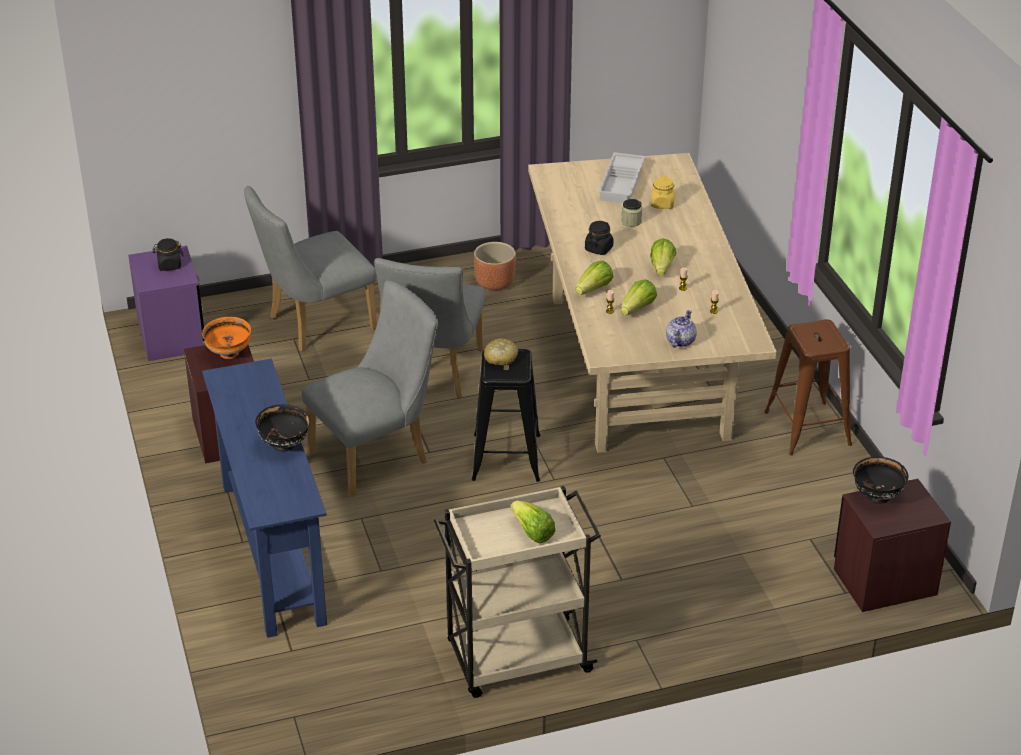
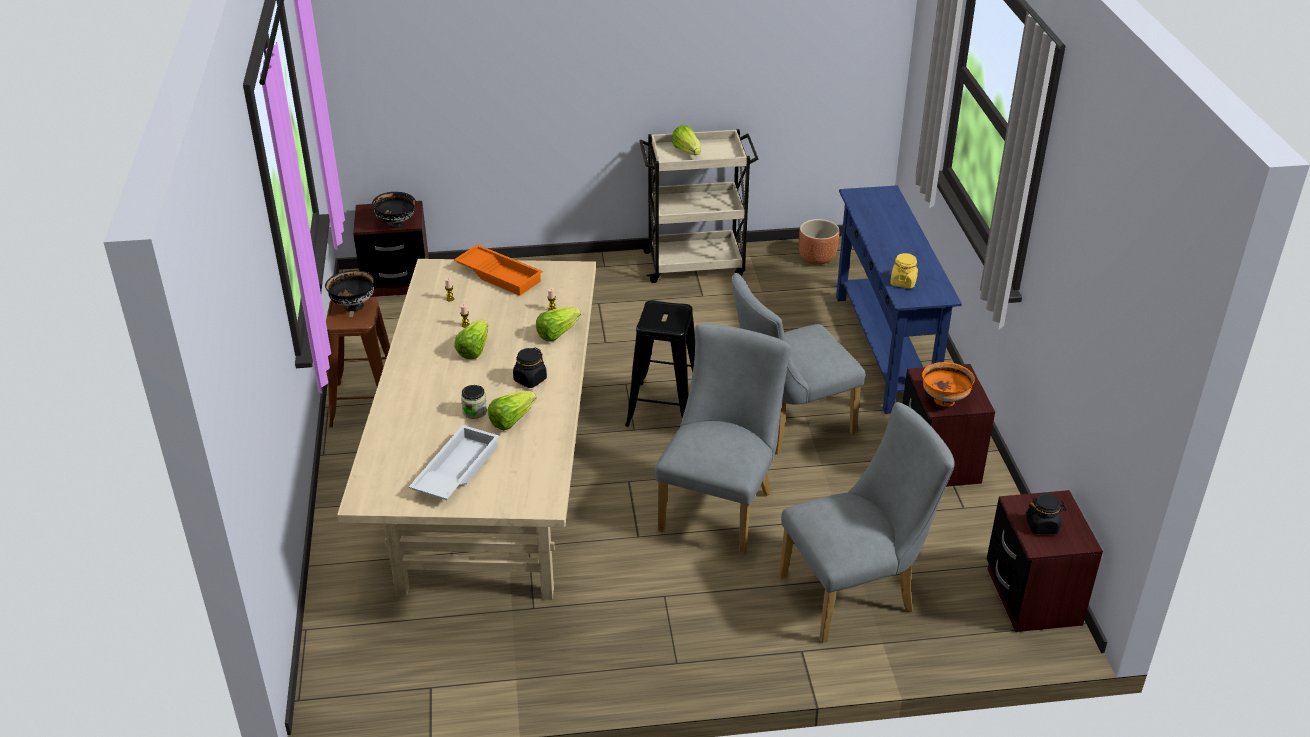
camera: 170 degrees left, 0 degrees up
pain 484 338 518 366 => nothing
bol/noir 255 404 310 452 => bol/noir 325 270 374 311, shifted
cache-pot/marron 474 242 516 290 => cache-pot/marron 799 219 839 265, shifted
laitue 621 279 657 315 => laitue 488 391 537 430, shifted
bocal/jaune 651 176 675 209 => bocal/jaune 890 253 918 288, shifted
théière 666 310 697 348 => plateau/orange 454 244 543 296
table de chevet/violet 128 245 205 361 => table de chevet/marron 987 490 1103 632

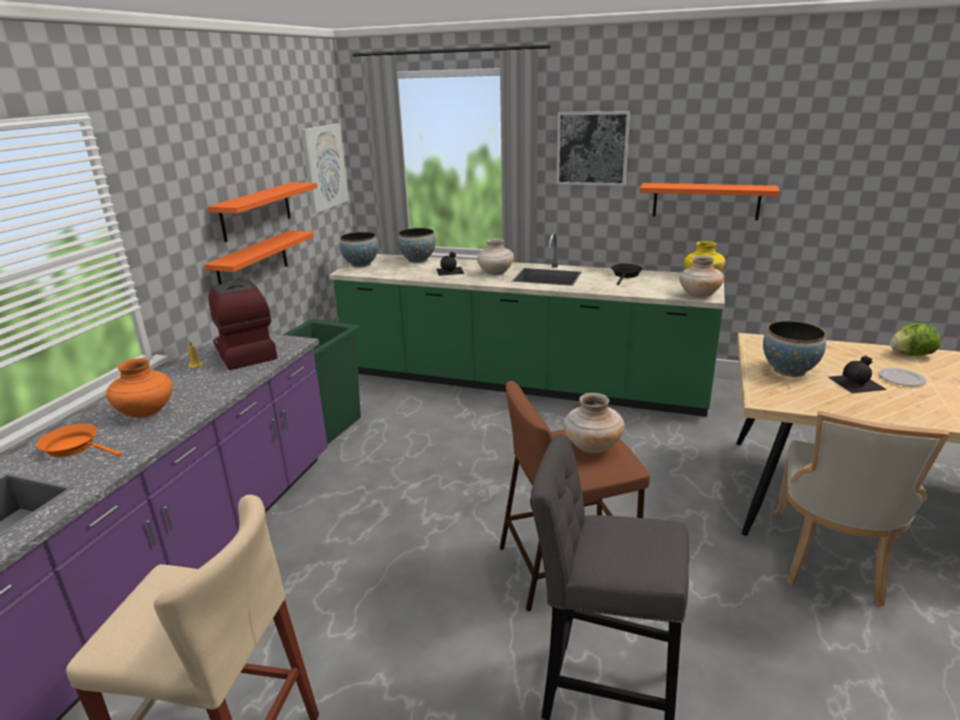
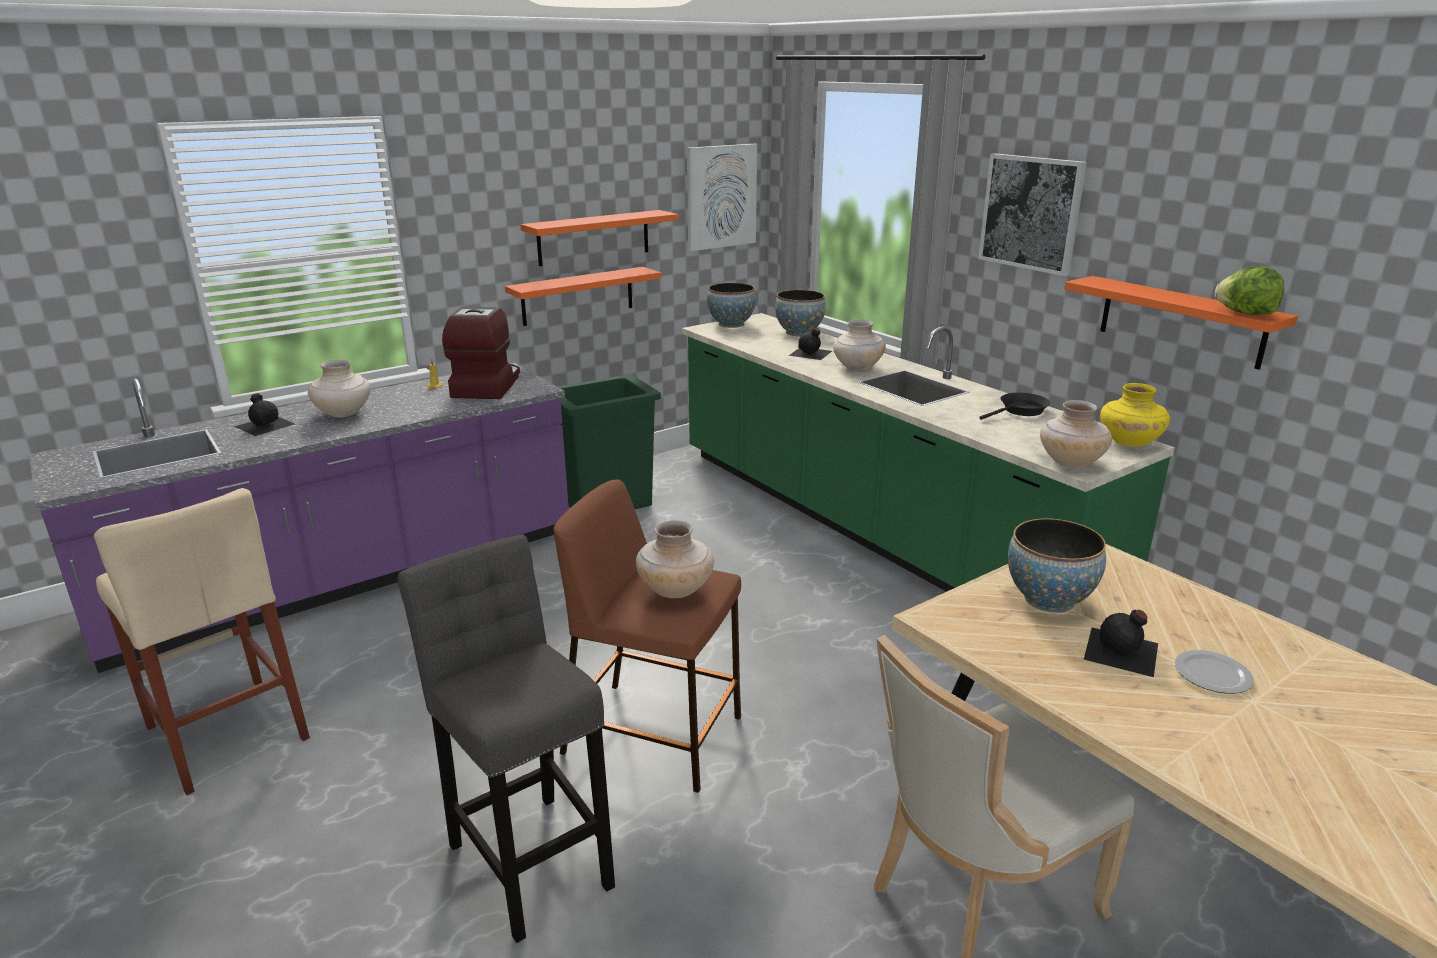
camera: 35 degrees right, 0 degrees up
laitue 890 323 941 356 => laitue 1215 266 1284 315, shifted
poêle/orange 37 424 122 457 => bouteille/noir 234 393 295 436
vase/orange 106 358 173 418 => vase/beige 308 359 370 418

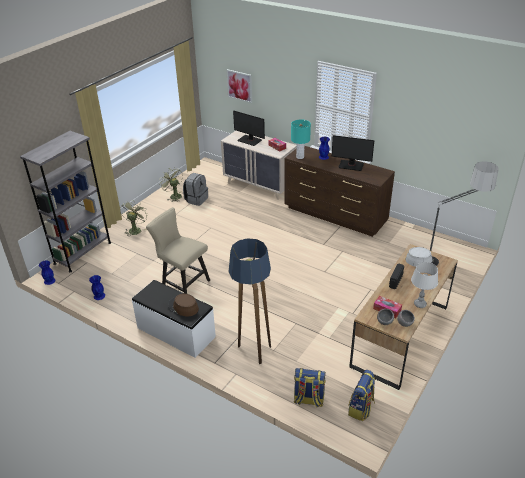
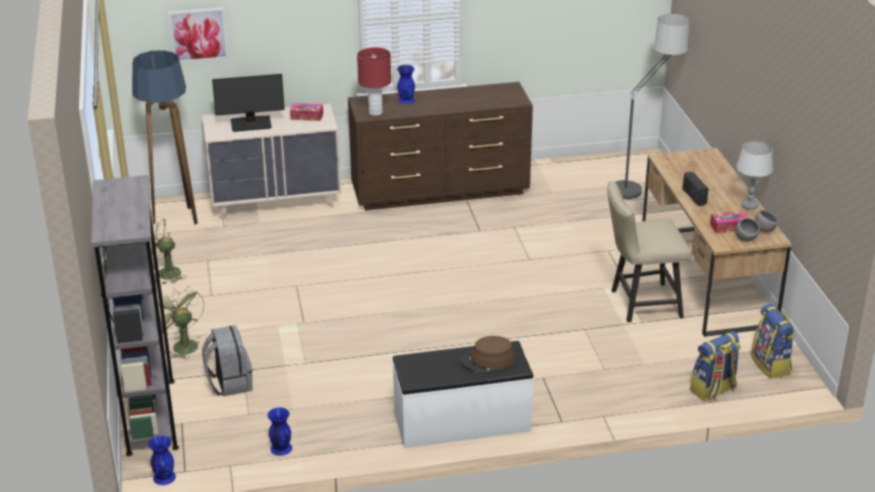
camera: 45 degrees left, 5 degrees down
écran d'ordinateur 332 135 374 171 => nothing
chapeau/gris 405 247 439 267 => nothing
chaise/beige 146 207 210 294 => chaise/beige 607 181 692 322, shifted
sac à dos/gris 183 173 208 206 => sac à dos/gris 202 325 252 396, shifted
lampadaire 228 238 271 364 => lampadaire 132 50 198 225, shifted
lampe de table/turquoise 291 119 311 159 => lampe de table/rouge 357 47 391 116

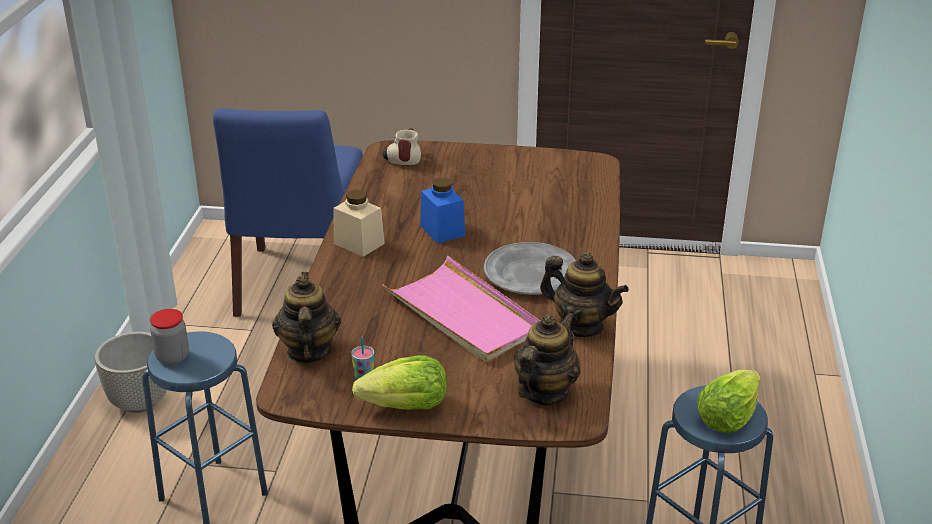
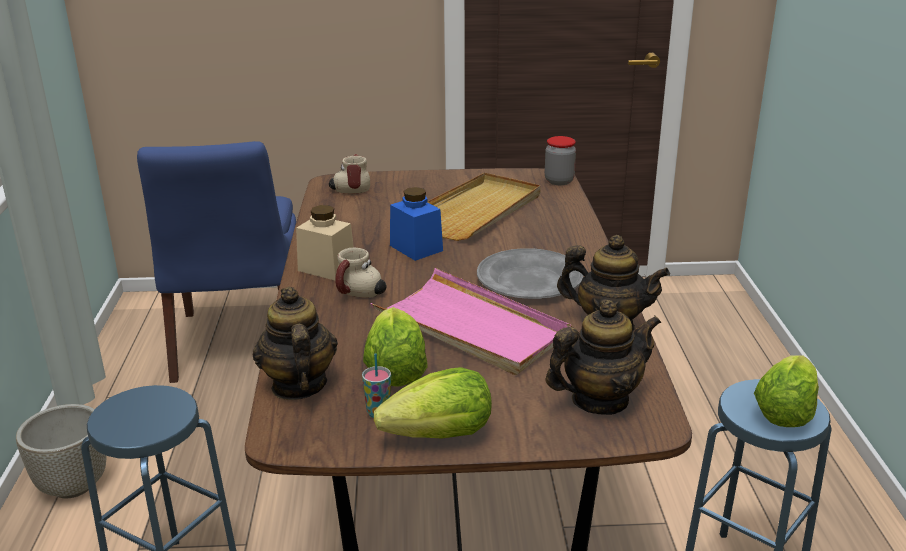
camera: 10 degrees left, 5 degrees down
nothing => mug 336 248 387 298
nothing => laitue 363 307 428 387
nothing => plateau/beige 427 173 541 241
bocal 150 309 189 365 => bocal 545 136 576 185, shifted
théière 514 313 580 406 => théière 546 300 661 415, 45 degrees clockwise

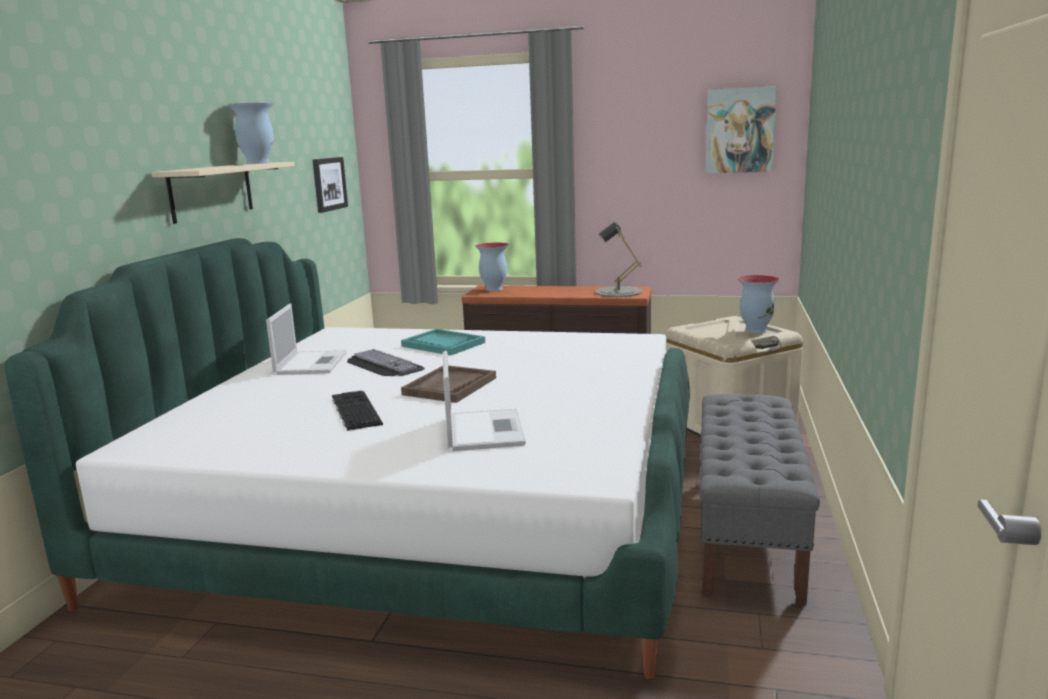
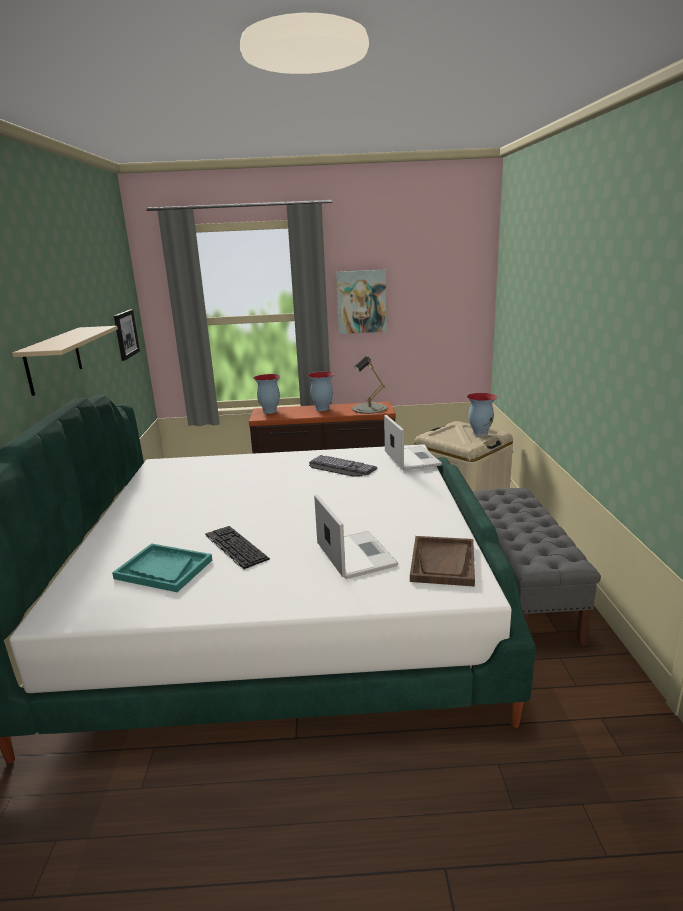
camera: 15 degrees left, 5 degrees up
vase 227 103 274 164 => vase 307 372 334 411, shifted
ordinateur portable 266 303 347 375 => ordinateur portable 384 415 442 471, shifted
clavier 347 349 425 376 => clavier 309 455 378 477, shifted
plateau/turquoise 401 329 485 356 => plateau/turquoise 112 543 212 592, shifted
plateau/marron 401 365 496 403 => plateau/marron 410 536 475 587, shifted
tableau 706 86 777 173 => tableau 336 270 387 334, shifted

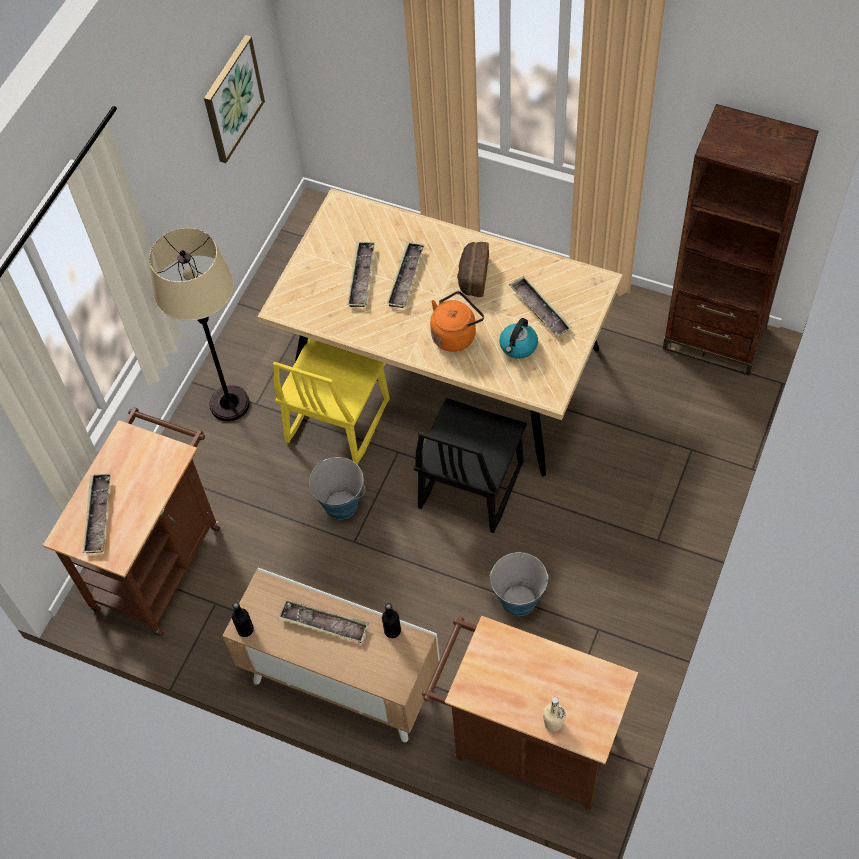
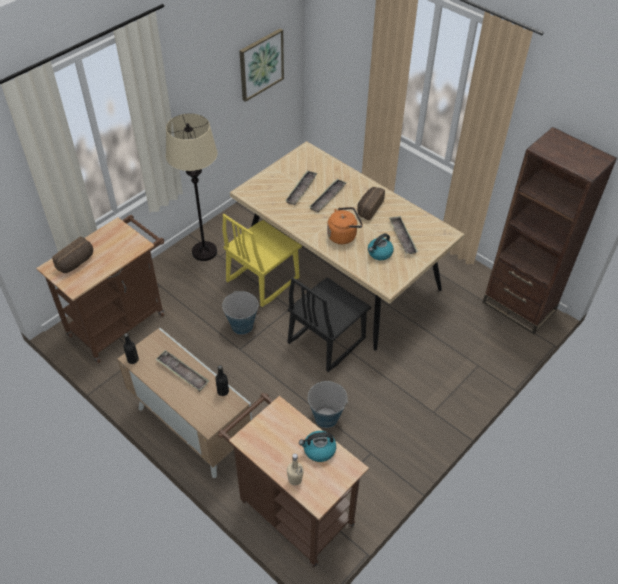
camera: 15 degrees right, 10 degrees down
nothing => bouilloire 299 431 336 462
plateau 83 473 111 553 => pain 52 237 93 273

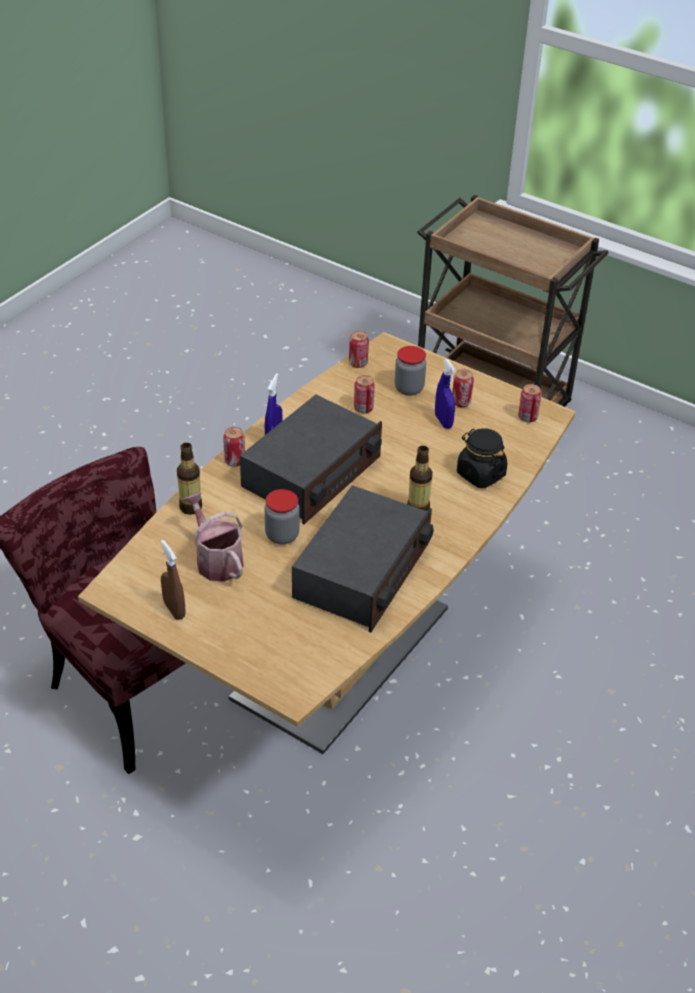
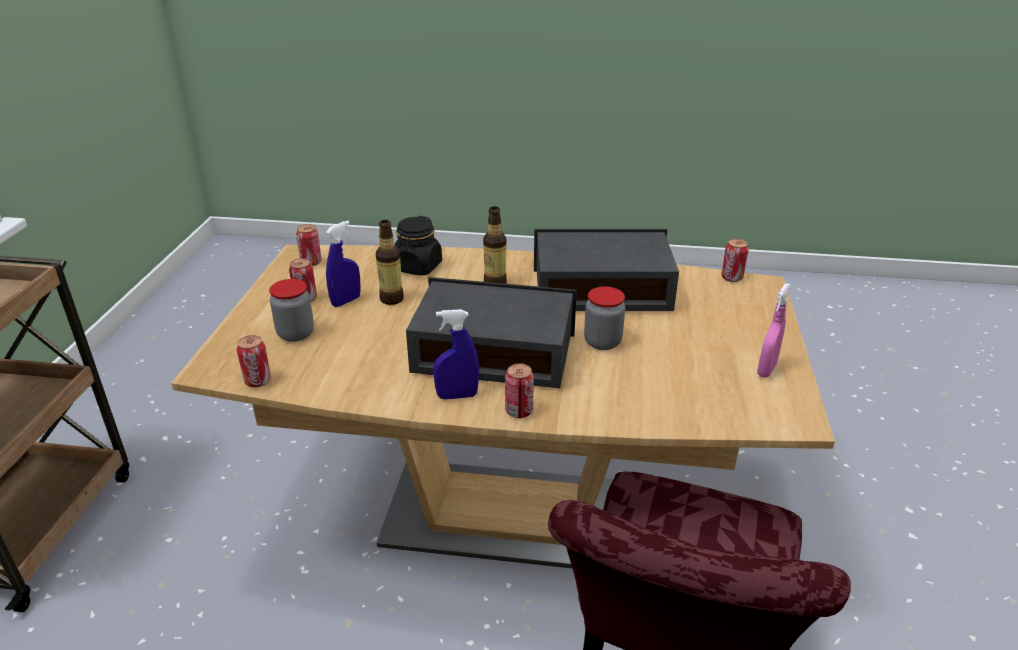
camera: 115 degrees left, 10 degrees down
arrosoir 183 492 244 582 => nothing
bouteille 177 443 202 515 => bouteille 376 220 404 305, shifted
boîte métallique 354 375 375 414 => boîte métallique 721 239 749 282, shifted
vaporisateur/marron 161 540 186 620 => vaporisateur/rose 757 283 790 378

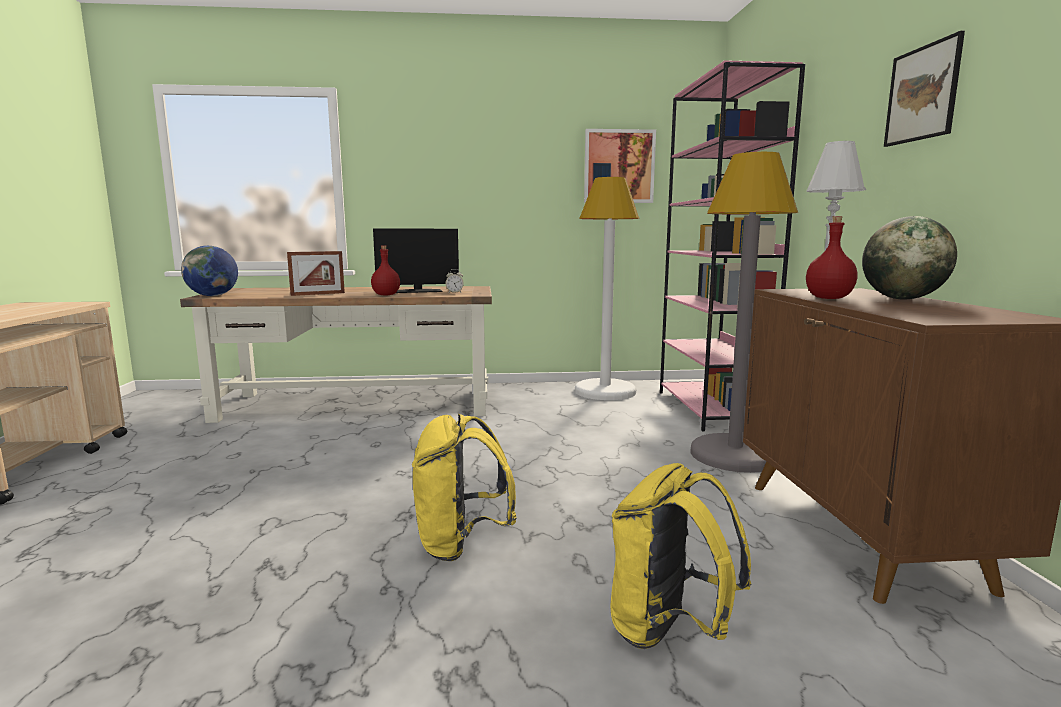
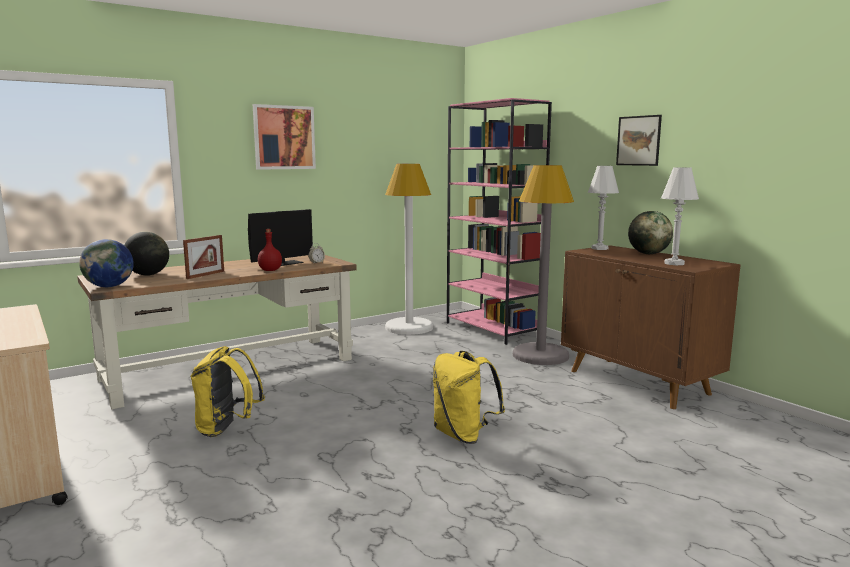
camera: 30 degrees left, 0 degrees up
bouteille/rouge 806 216 858 299 => nothing
nothing => globe 124 232 169 276
nothing => lampe de table/blanc 661 167 699 265
tableau 584 129 656 203 => tableau 253 104 316 170, shifted
sac à dos/jaune 611 463 751 649 => sac à dos/jaune 191 346 265 437, shifted

